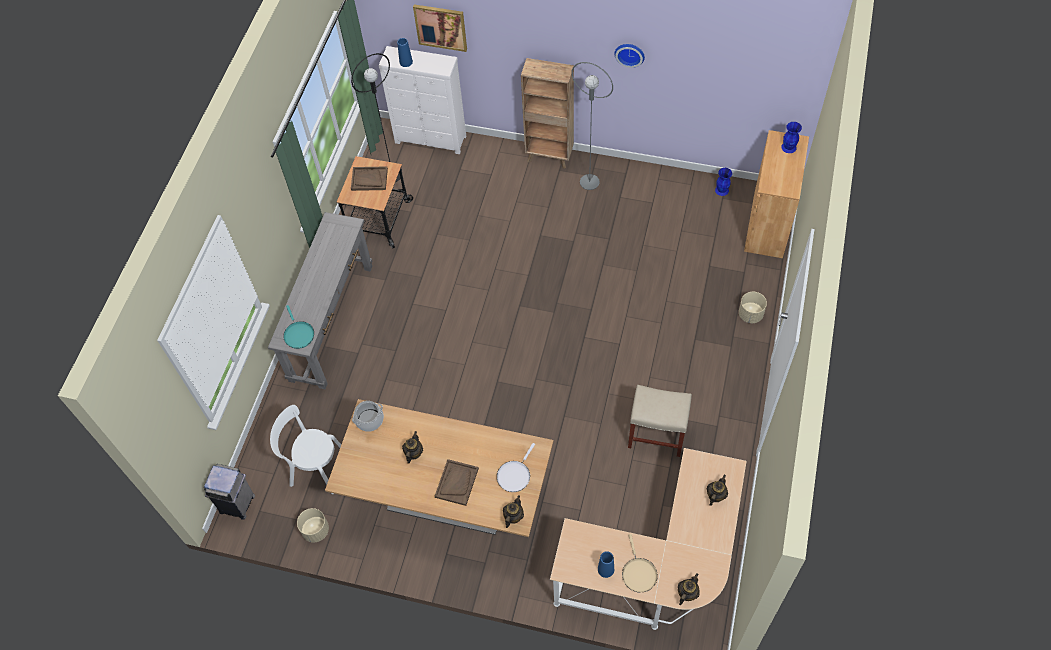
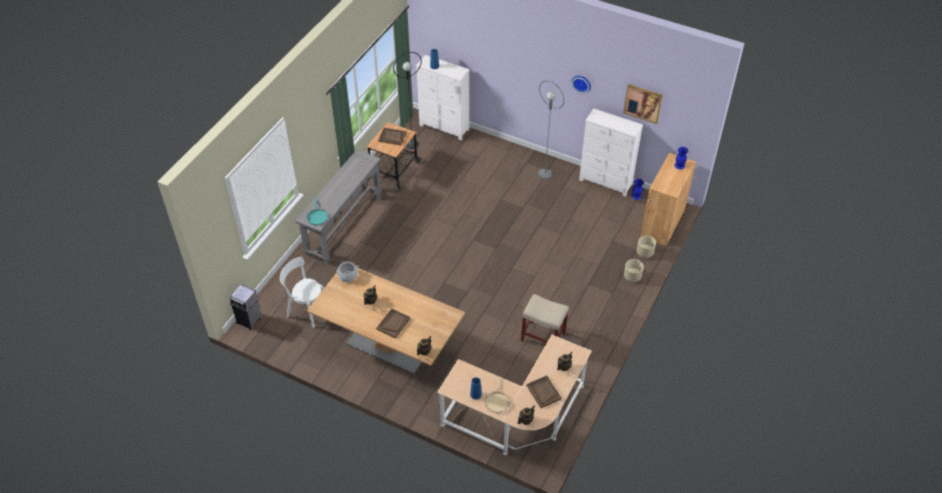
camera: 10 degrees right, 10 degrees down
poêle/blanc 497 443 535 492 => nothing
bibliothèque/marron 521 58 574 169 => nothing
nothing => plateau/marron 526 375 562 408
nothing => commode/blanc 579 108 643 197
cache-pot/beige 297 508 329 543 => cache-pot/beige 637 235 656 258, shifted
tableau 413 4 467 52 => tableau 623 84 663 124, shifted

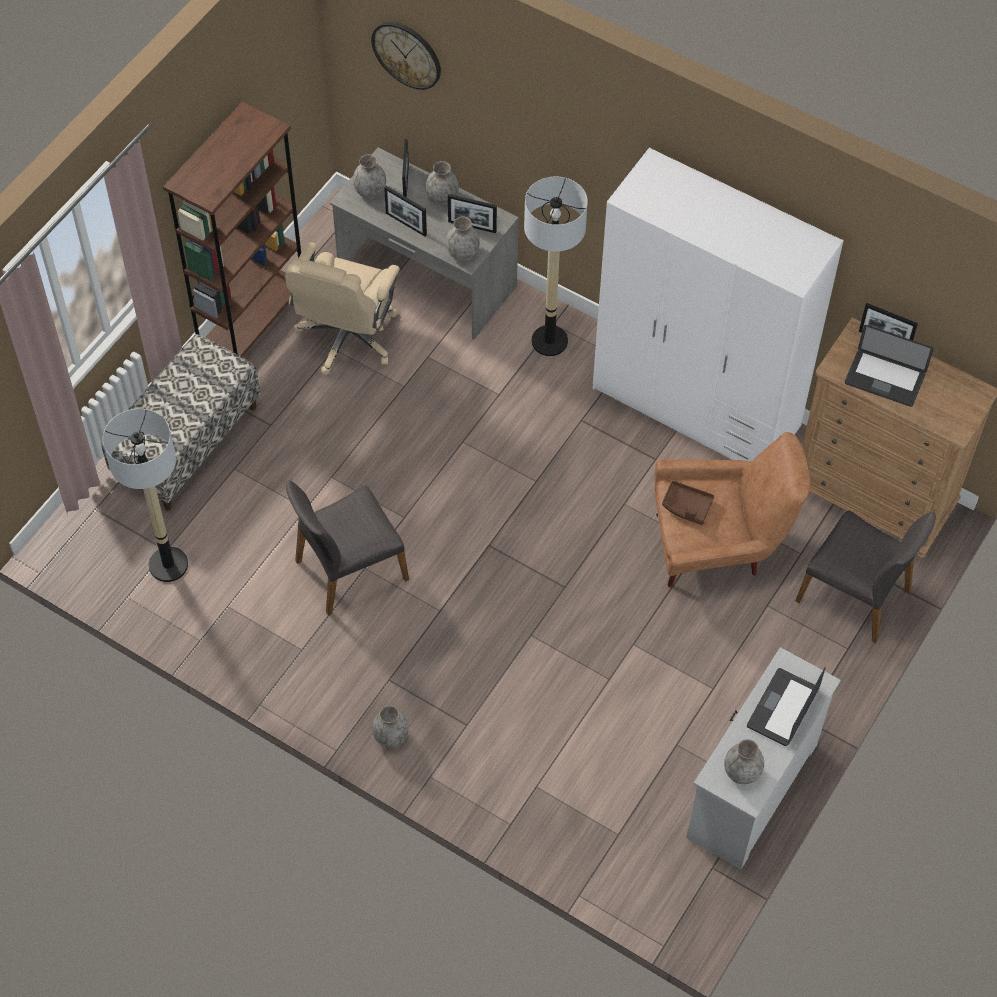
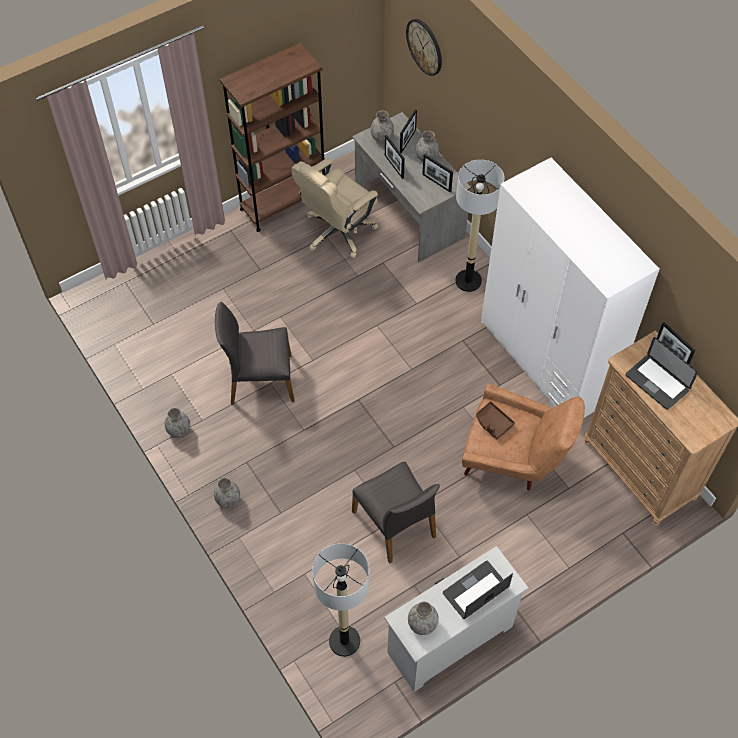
camera: 25 degrees right, 0 degrees up
banc 101 334 260 511 => nothing
lampadaire 103 409 188 582 => lampadaire 312 543 369 657, shifted
vase/gris 446 216 480 261 => vase/gris 165 408 190 438, shifted
chaise/gris 796 511 936 643 => chaise/gris 352 462 440 564, shifted

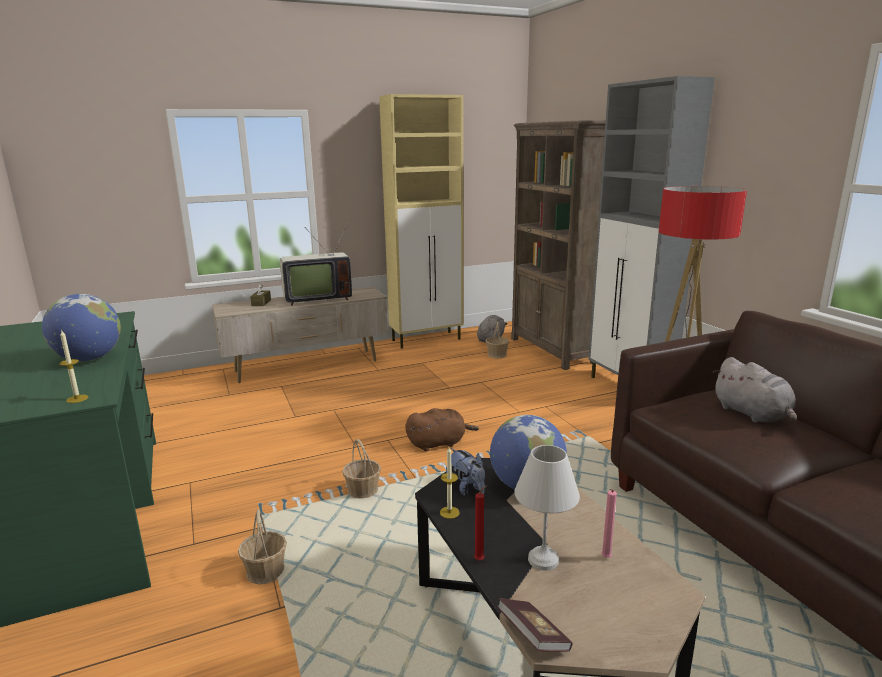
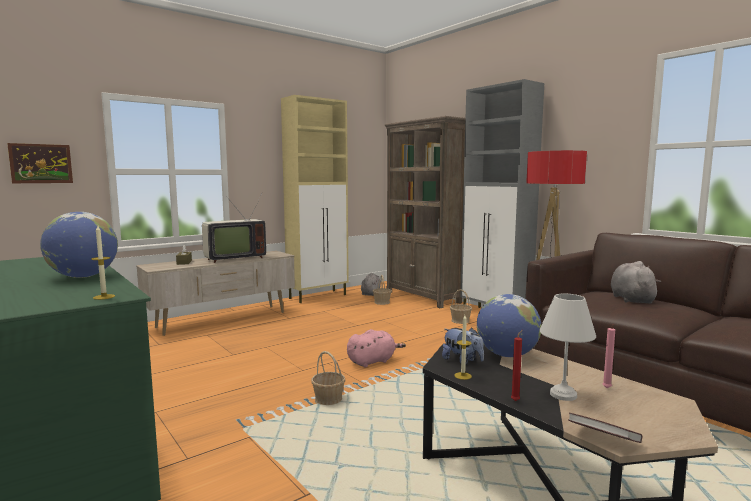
camera: 15 degrees left, 10 degrees down
nothing => tableau 7 143 73 183
panier 238 509 287 584 => panier 450 289 472 324, shifted
peluche/marron 405 408 479 451 => peluche/rose 347 329 406 368
peluche/gris 713 357 797 423 => peluche/gris 611 261 661 304, 135 degrees counterclockwise

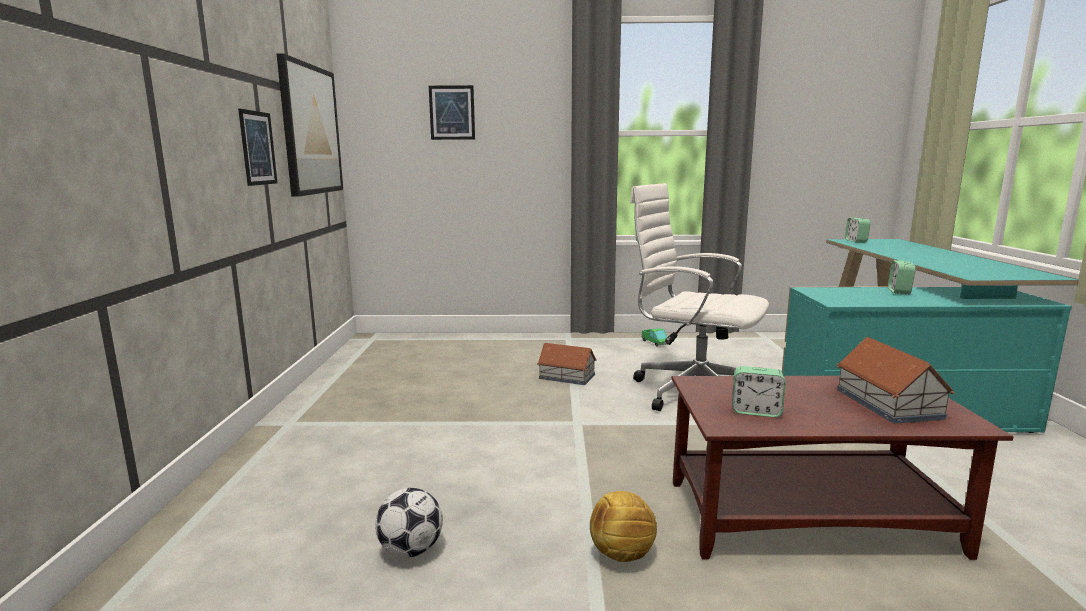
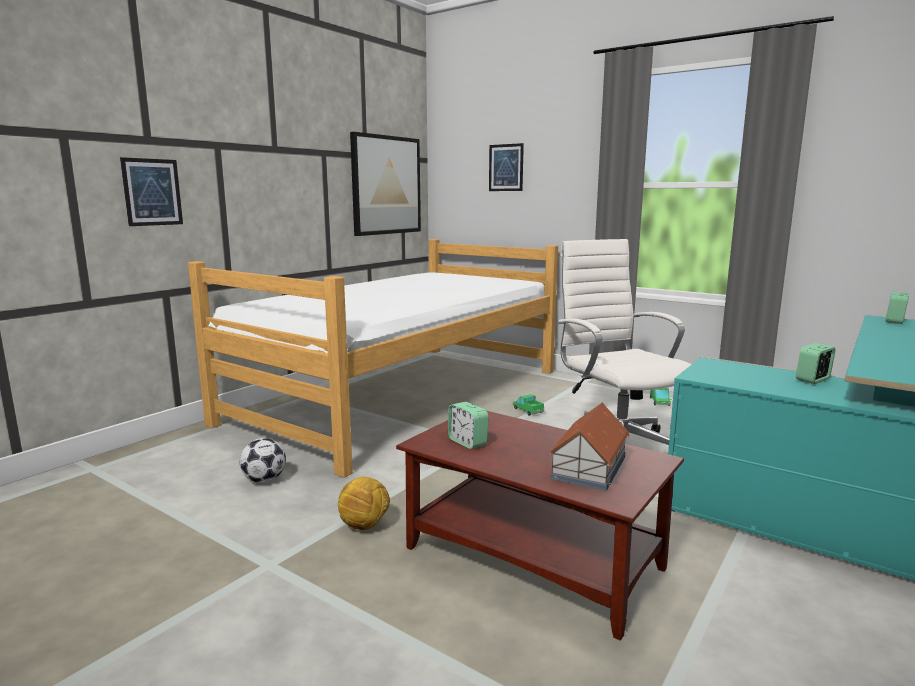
camera: 35 degrees right, 0 degrees up
nothing => lit 188 239 558 478
tableau 238 109 278 186 => tableau 120 157 183 226, shifted
maison miniature 537 343 597 385 => camion jouet 512 394 544 416

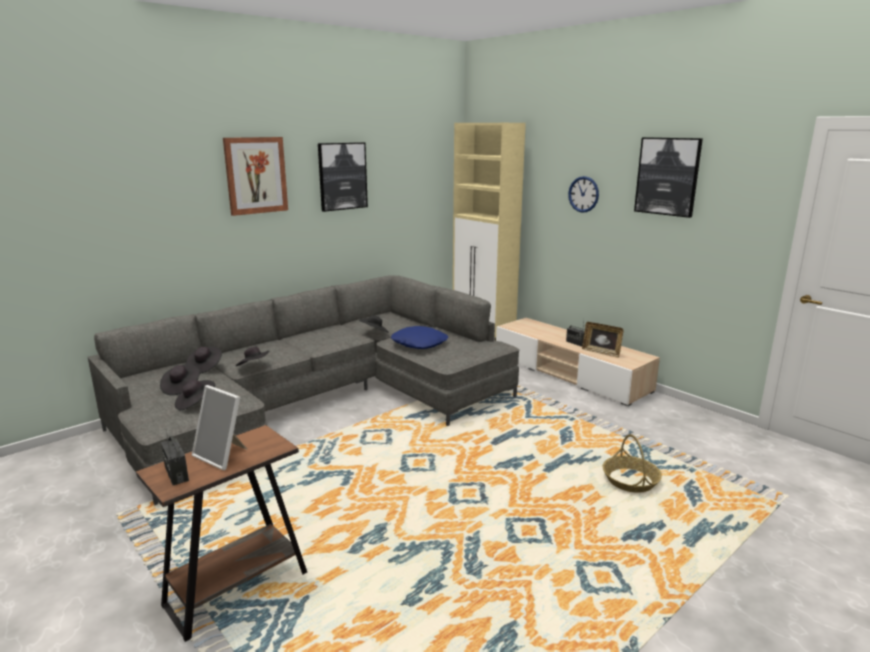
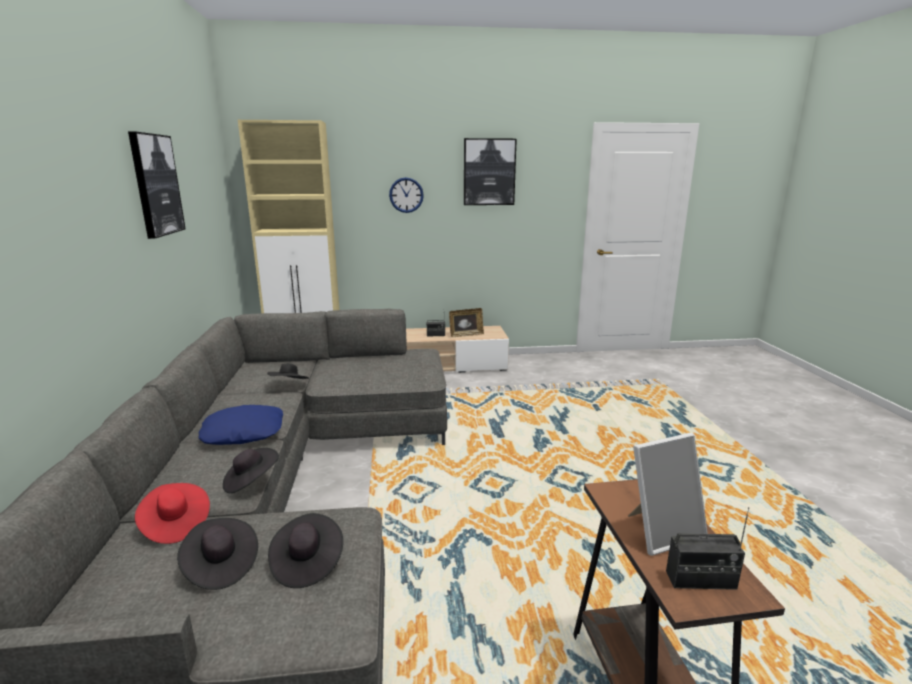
camera: 55 degrees left, 0 degrees up
tableau 223 137 288 216 => nothing
panier 603 434 662 493 => nothing
coussin/bleu 391 326 448 349 => coussin/bleu 198 405 283 445, shifted
chapeau/noir 186 346 222 374 => chapeau/rouge 135 483 210 544

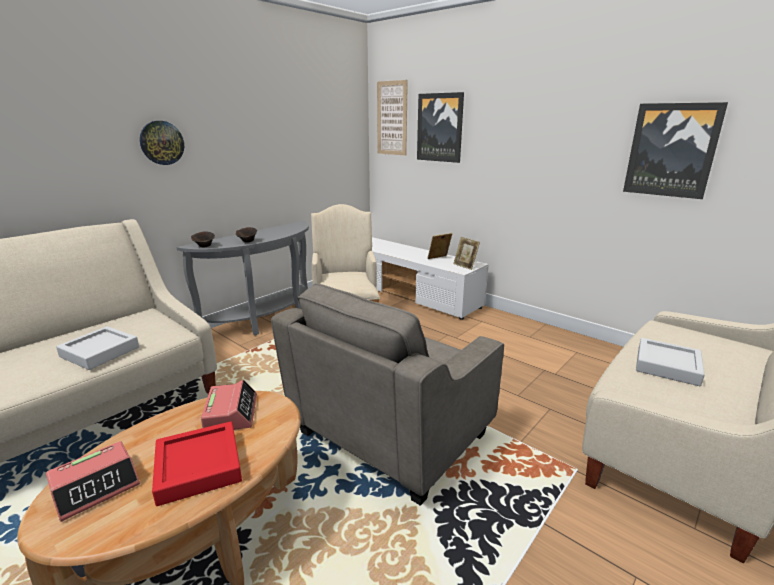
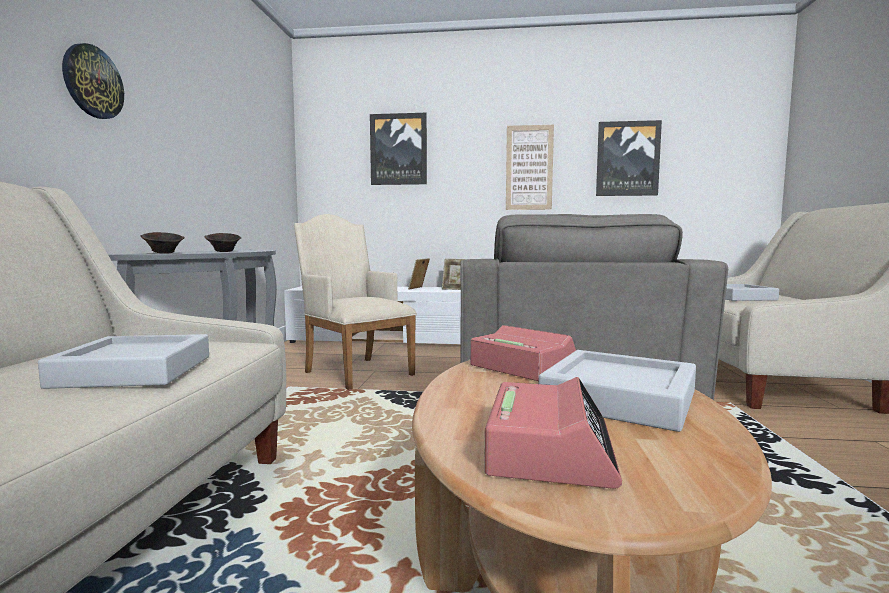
camera: 35 degrees left, 15 degrees down
tableau 377 80 408 156 => tableau 506 125 554 210, shifted
plateau/rouge 152 421 242 506 => plateau/gris 538 350 696 432

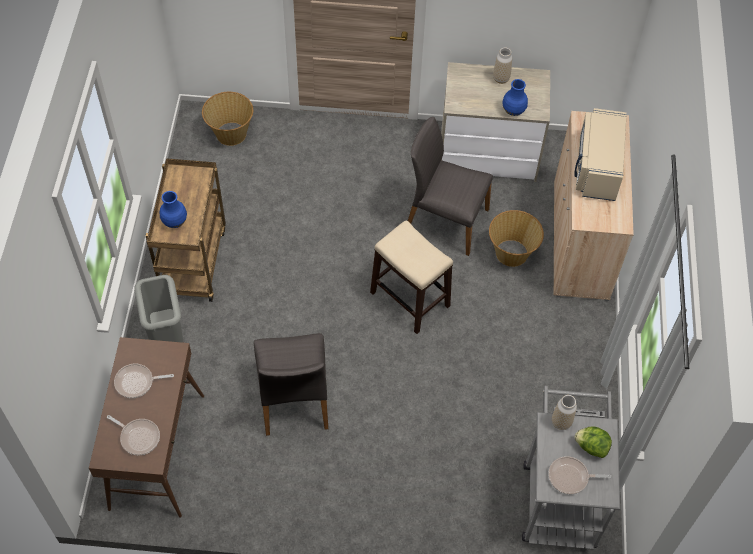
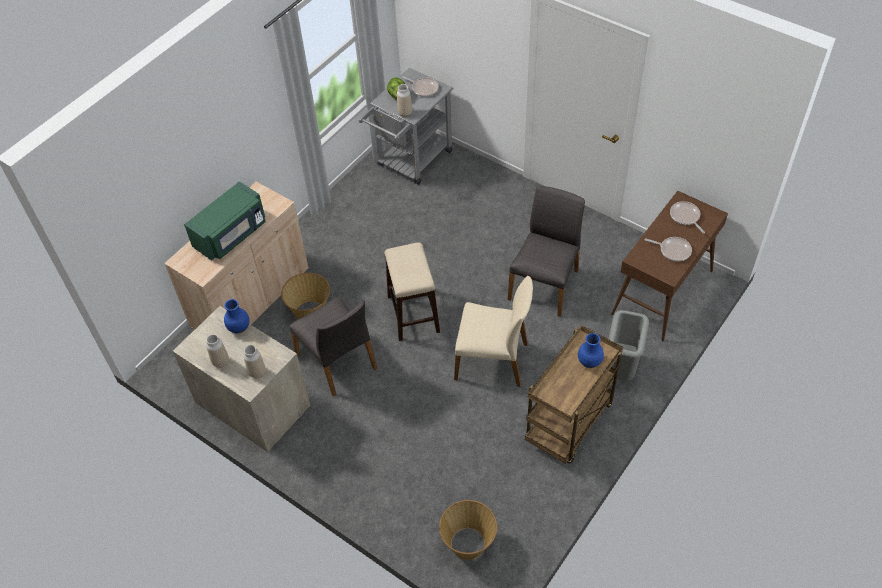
camera: 145 degrees left, 5 degrees down
nothing => vase 244 345 266 379
nothing => chaise/beige 454 276 533 387
micro-ondes/beige 574 108 627 201 => micro-ondes/vert 184 181 266 261

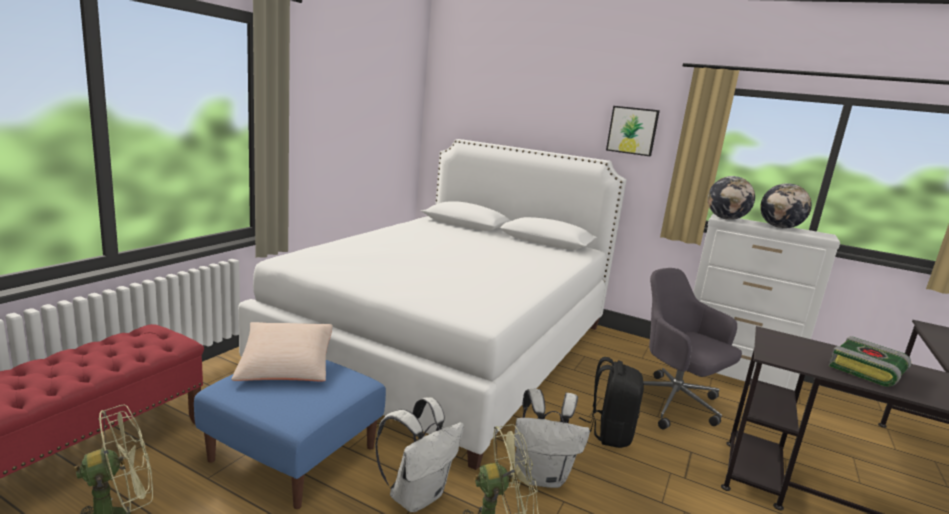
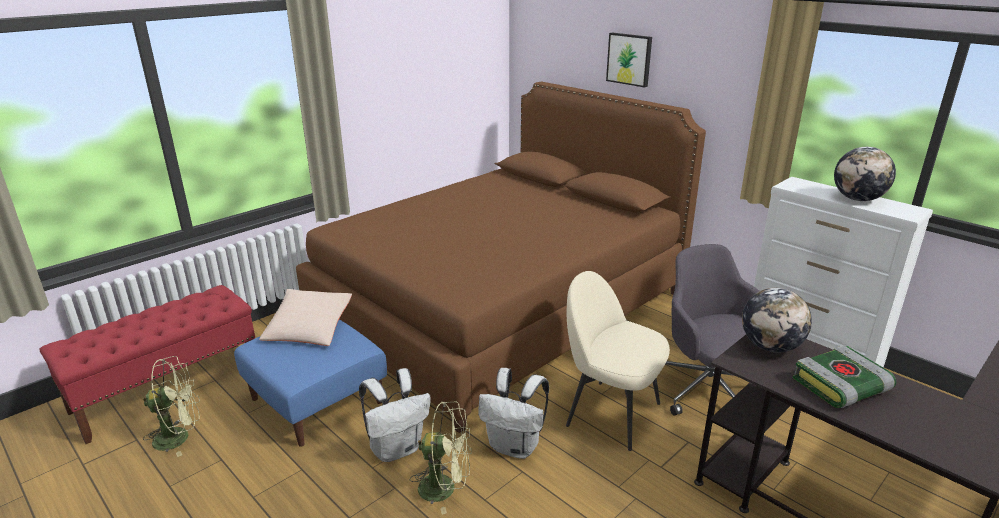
camera: 20 degrees right, 10 degrees up
tableau 606 106 660 156 => tableau 606 32 652 88, shifted
globe 708 176 755 220 => globe 742 288 812 353, shifted
sac à dos/noir 579 357 644 448 => chaise/beige 566 271 670 451
lit/blanc 238 139 626 470 => lit/marron 296 82 706 433

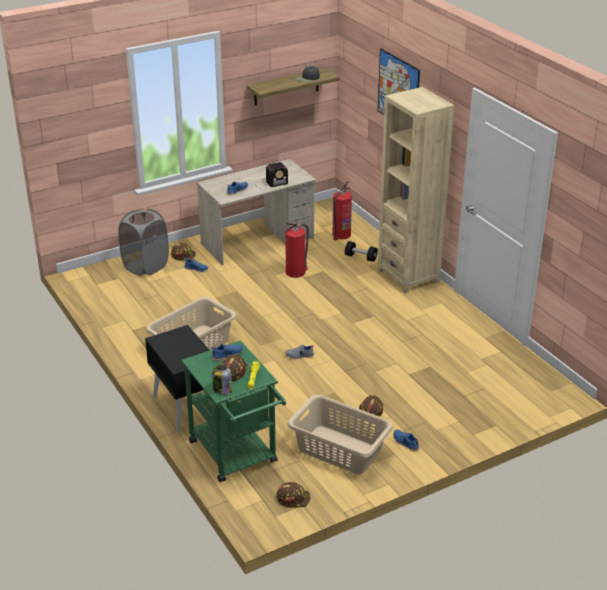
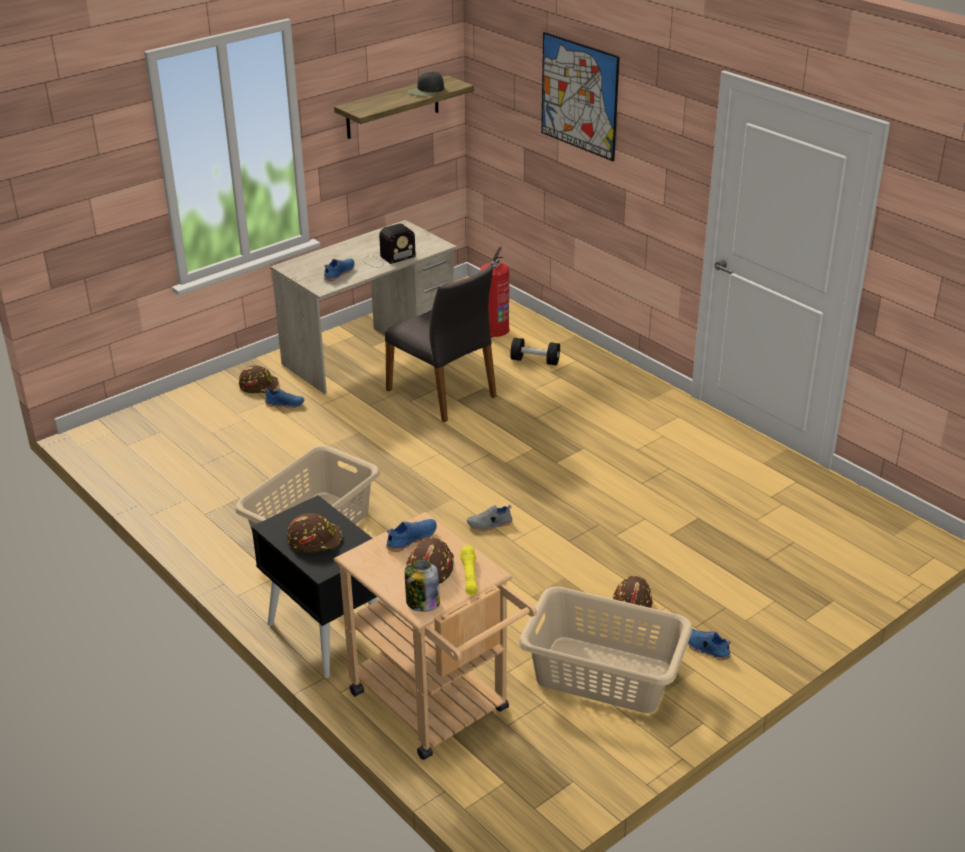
camera: 10 degrees left, 0 degrees up
panier à linge/gris 118 209 169 276 => nothing
bibliothèque/beige 377 87 454 293 => nothing
casque de chantier/marron 276 482 311 508 => casque de chantier/marron 287 513 342 553, shifted
extincteur 284 223 309 278 => chaise/gris 385 265 497 423
chariot/vert 181 340 286 482 => chariot/beige 334 512 537 760

